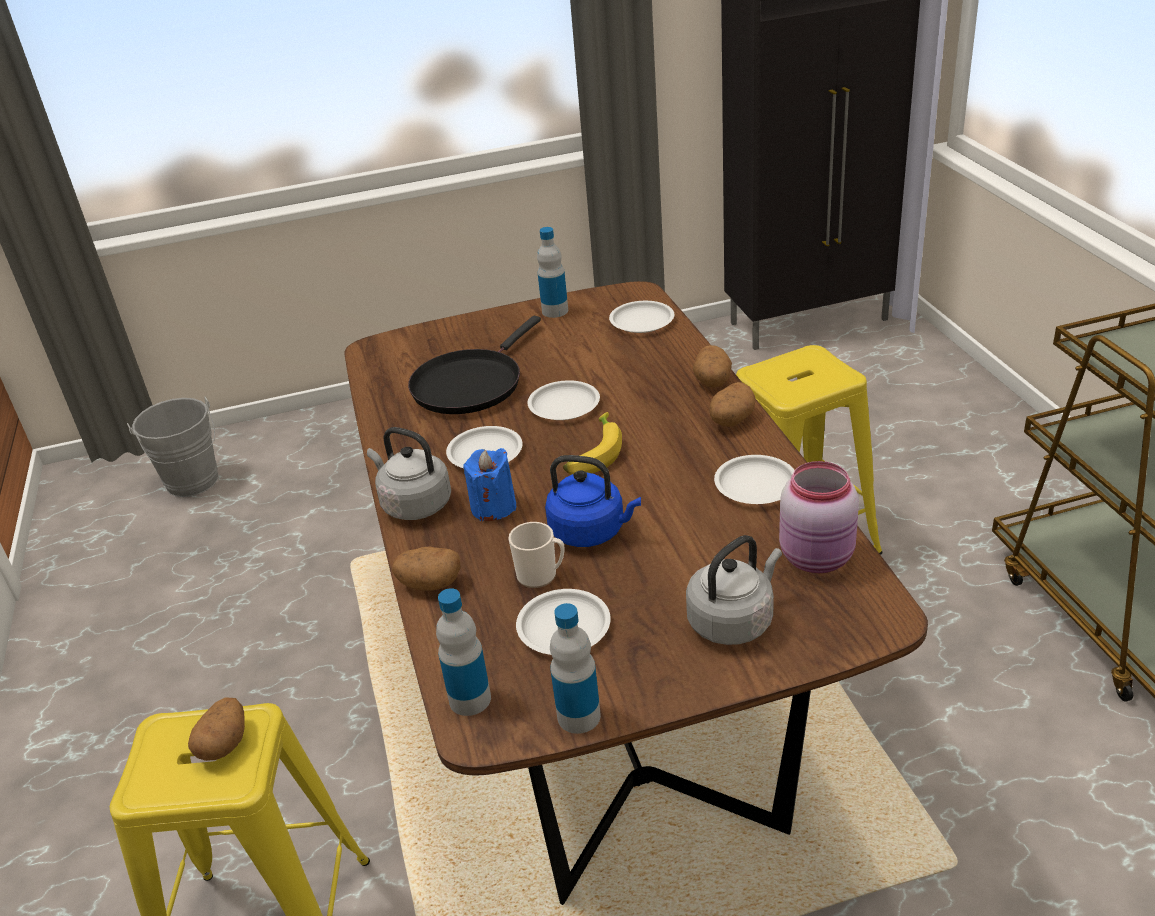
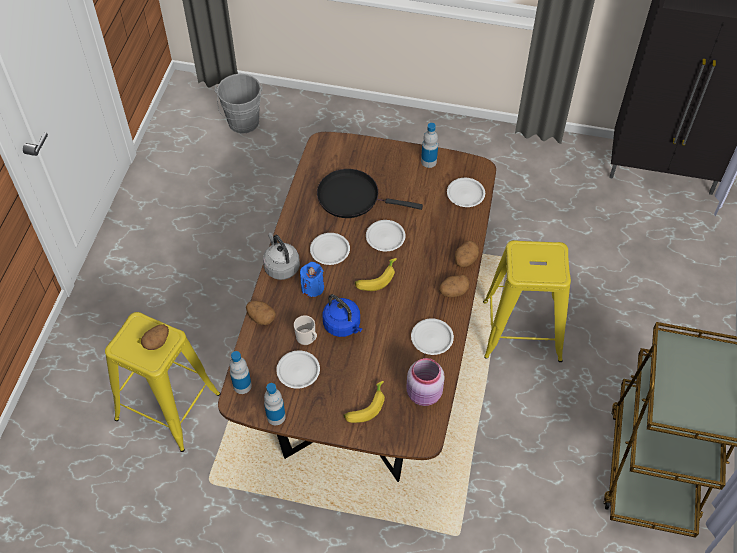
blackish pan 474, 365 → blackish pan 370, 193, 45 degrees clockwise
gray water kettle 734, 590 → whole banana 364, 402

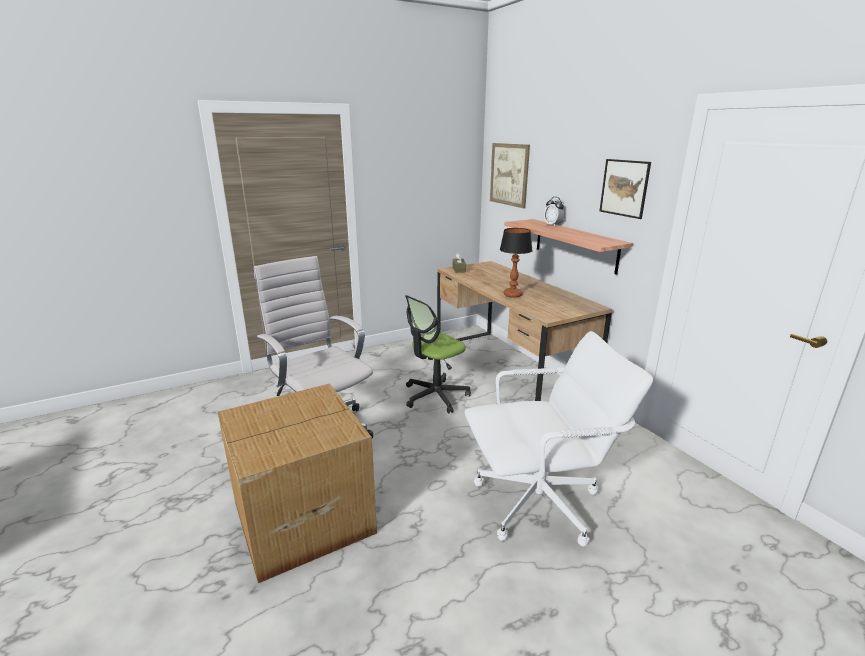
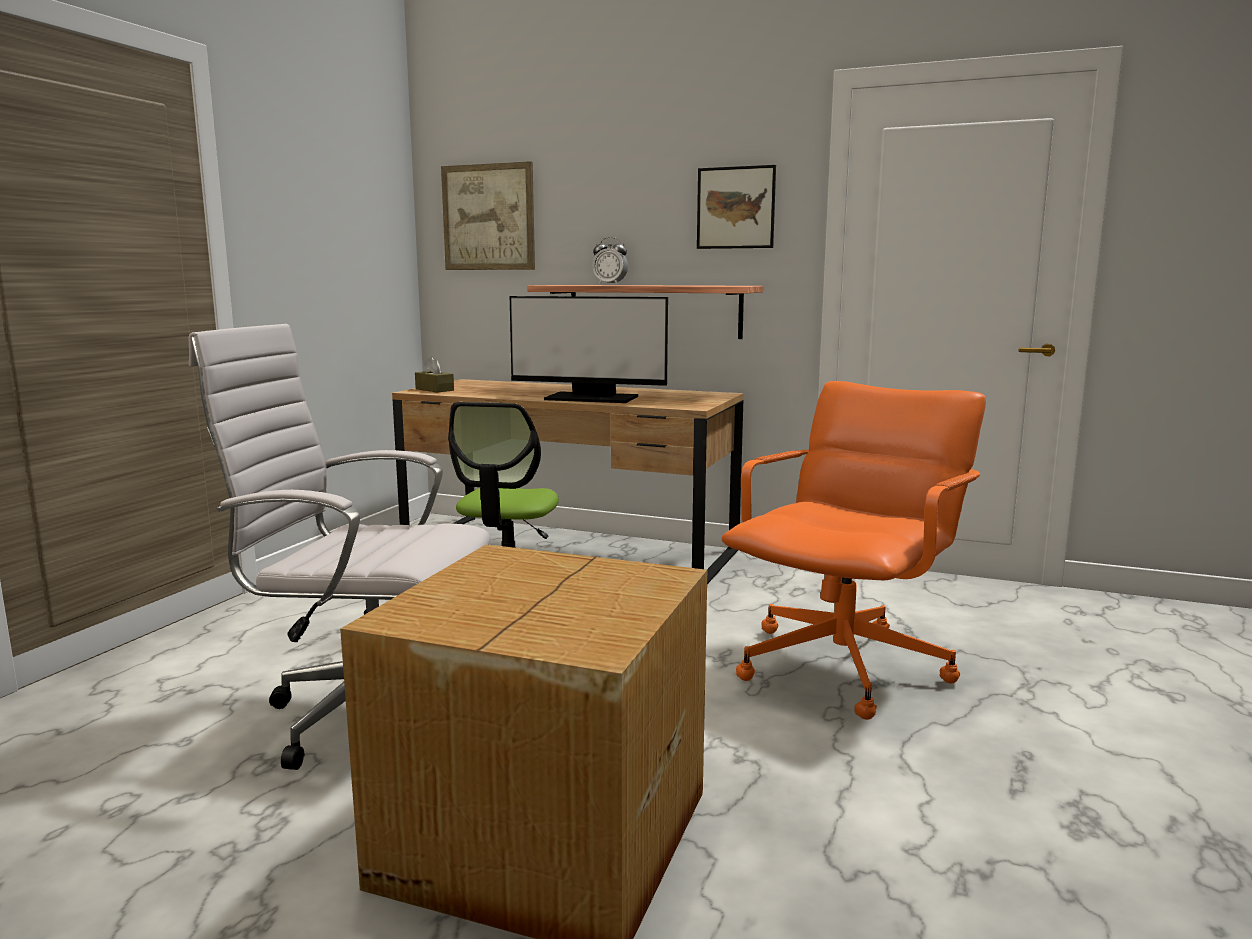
tabletop lamp 516, 263 → computer screen 589, 349
white-coloured office chair 559, 439 → orange-coloured office chair 853, 550

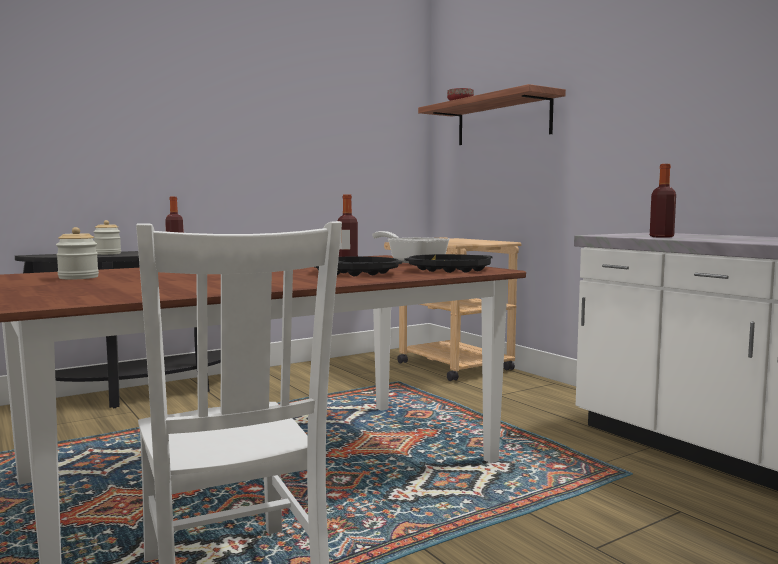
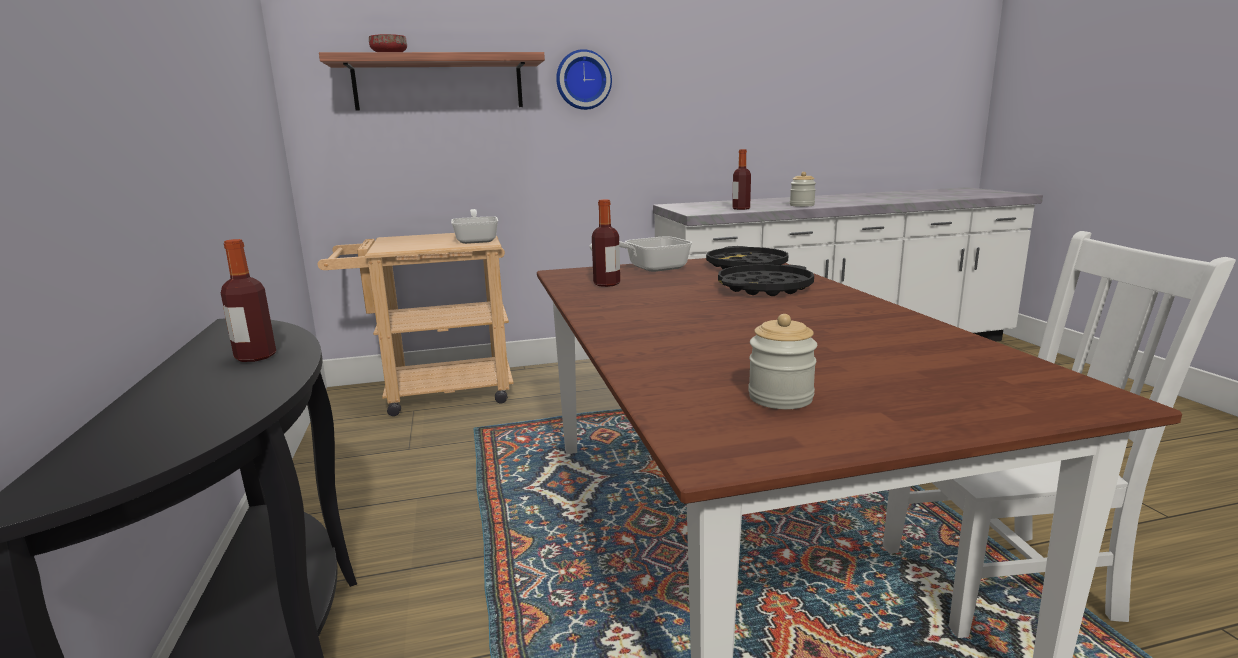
- → pan 474, 226
- → hanging clock 584, 79
preserve jar 107, 237 → preserve jar 803, 189, relocated

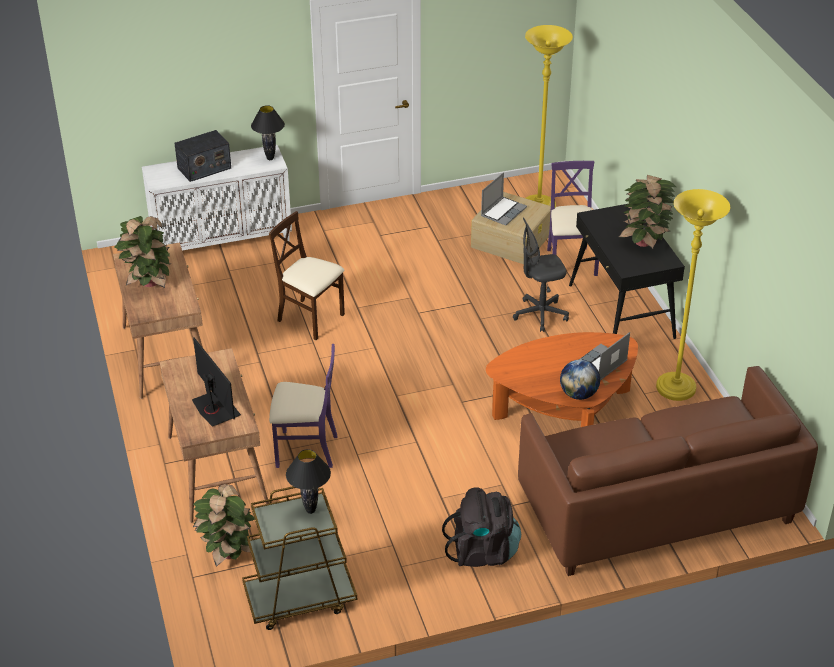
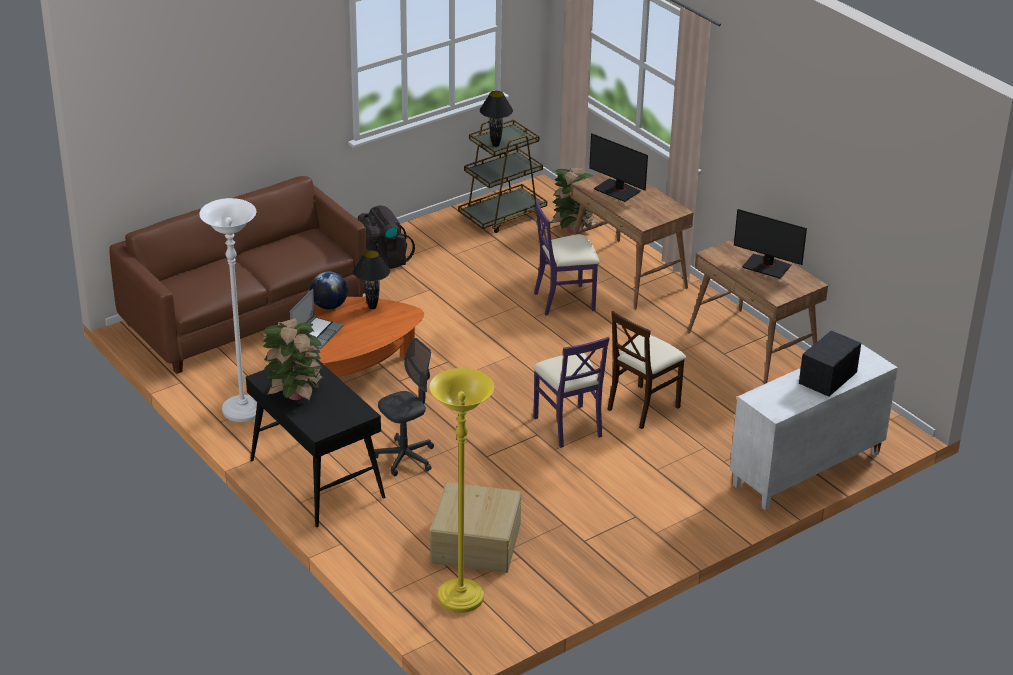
yellow-coloured floor lamp 693, 295 → white-coloured floor lamp 228, 310
blackish tabletop lamp 268, 132 → blackish tabletop lamp 371, 280, relocated
purple upright chair 573, 218 → purple upright chair 571, 392, relocated
sand-coloured upright chair 307, 275 → sand-coloured upright chair 646, 370, 120 degrees clockwise
houseplant 142, 252 → computer screen 770, 244
notebook computer 504, 199 → -

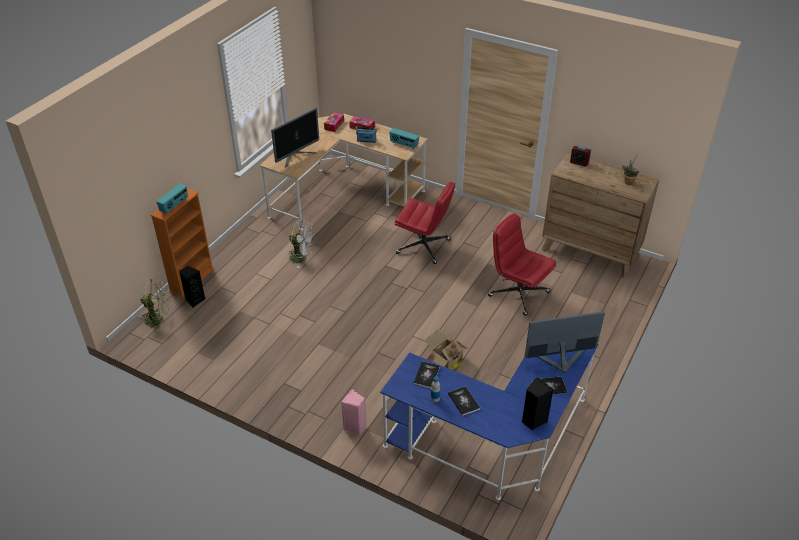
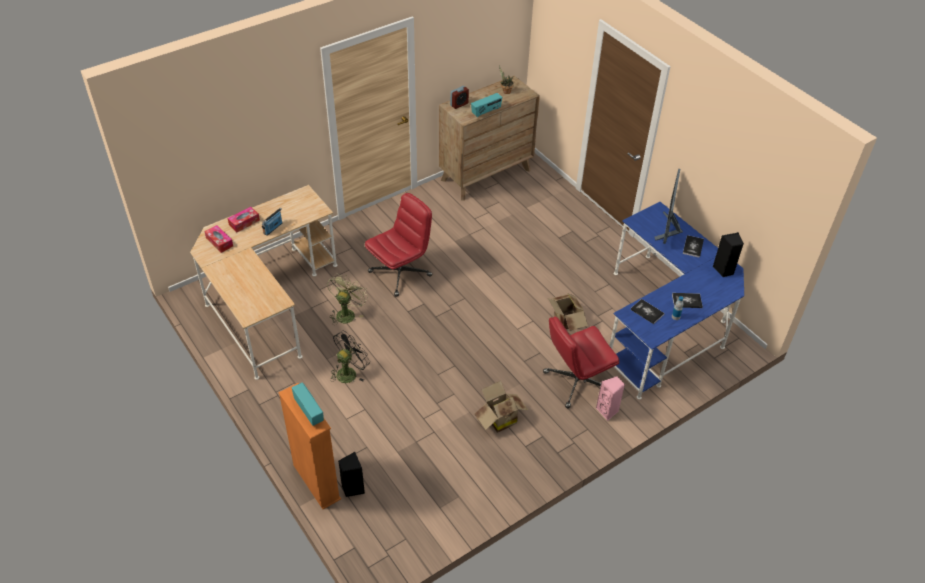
green fan 154, 304 → green fan 347, 299, relocated
white-coloured fan 301, 244 → blackish fan 350, 356
radio receiver 404, 138 → radio receiver 486, 105, relocated
- → packing box 501, 407
red-coloured office chair 522, 265 → red-coloured office chair 581, 362, relocated
computer screen 295, 138 → -

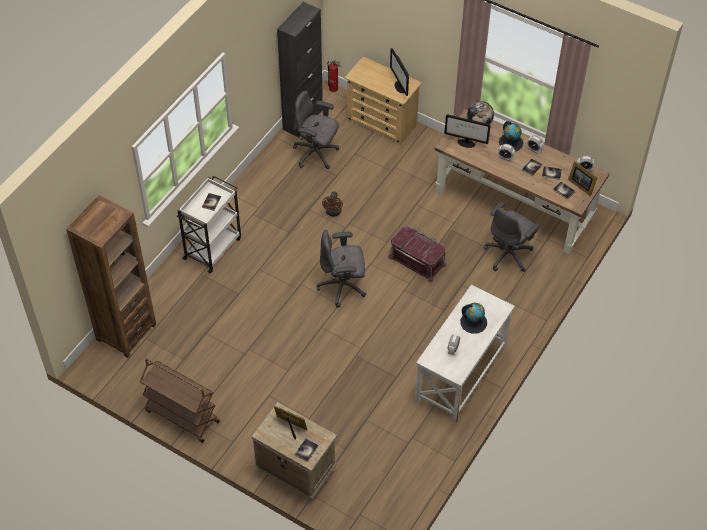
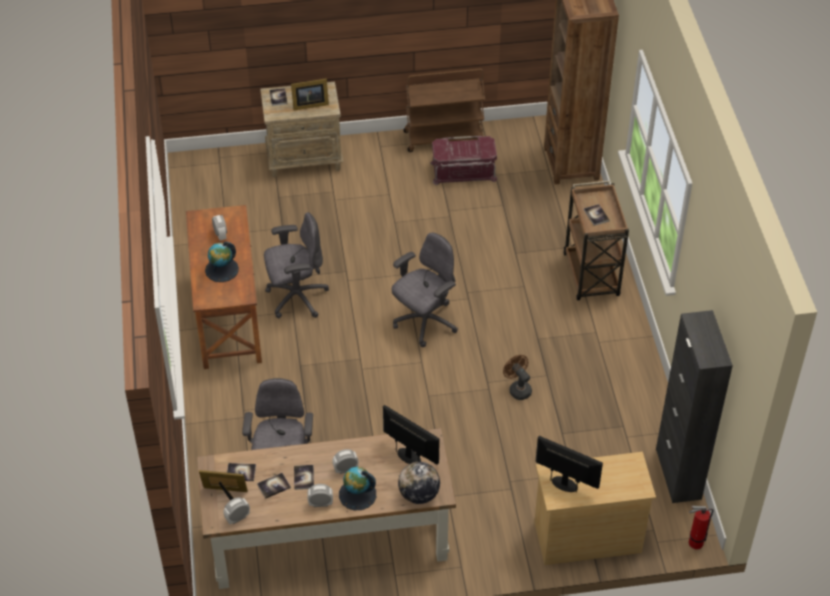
white-coloured desk 465, 354 → brown-coloured desk 224, 287
gray office chair 316, 130 → gray office chair 296, 265, relocated
computer screen 467, 131 → computer screen 411, 435, 60 degrees clockwise
red-coloured storage bin 417, 254 → red-coloured storage bin 464, 160, relocated
white-coloured cart 209, 224 → brown-coloured cart 596, 240

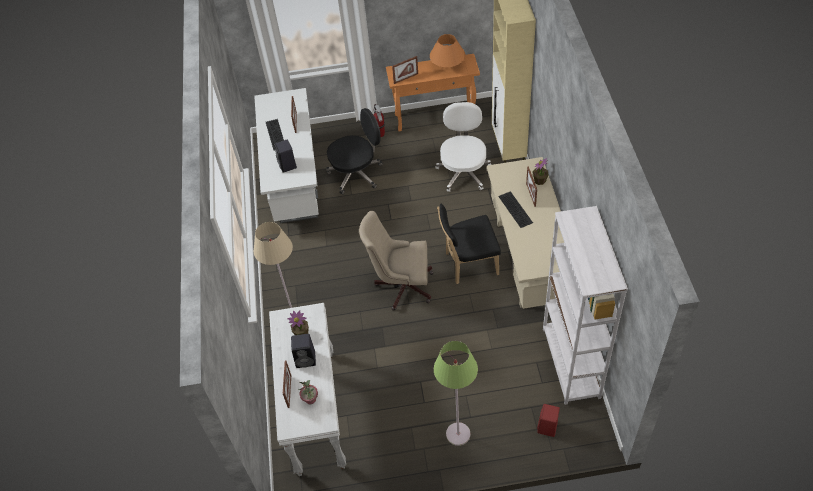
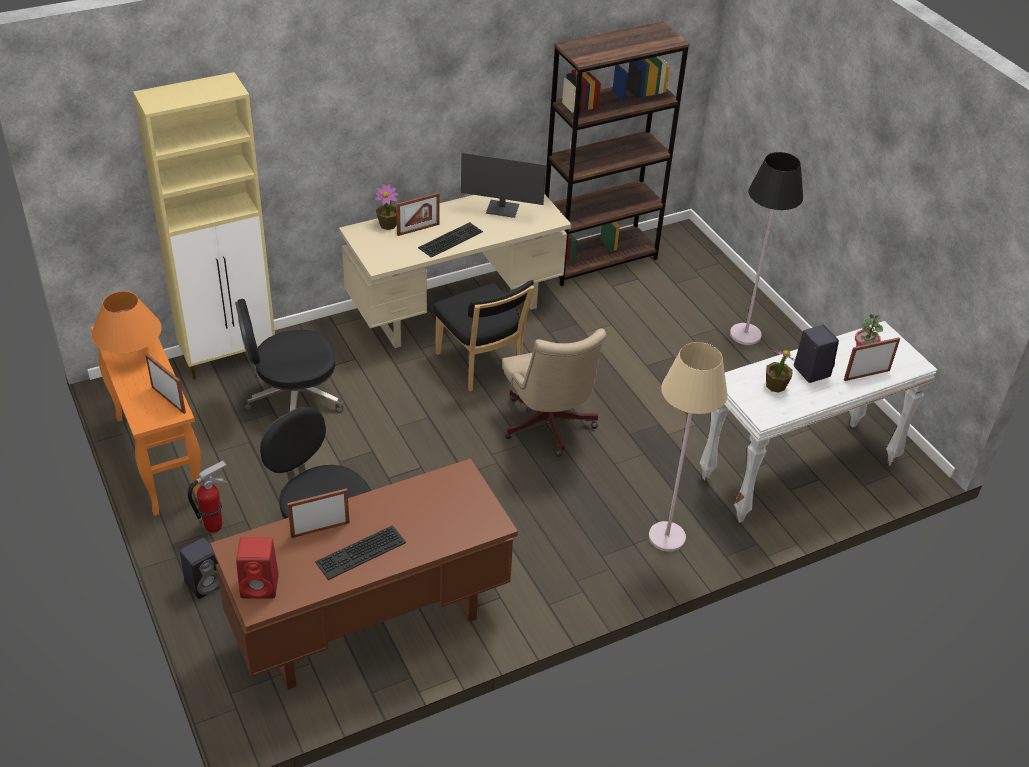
blackish speaker 285, 156 → blackish speaker 200, 568, relocated
white-coloured desk 286, 156 → brown-coloured desk 364, 574
white-coloured office chair 463, 147 → blackish office chair 289, 356
red-coloured speaker 548, 420 → red-coloured speaker 257, 568, relocated
- → computer screen 503, 185
white-coloured shelving unit 585, 305 → brown-coloured shelving unit 617, 153
green floor lamp 456, 393 → blackish floor lamp 766, 248

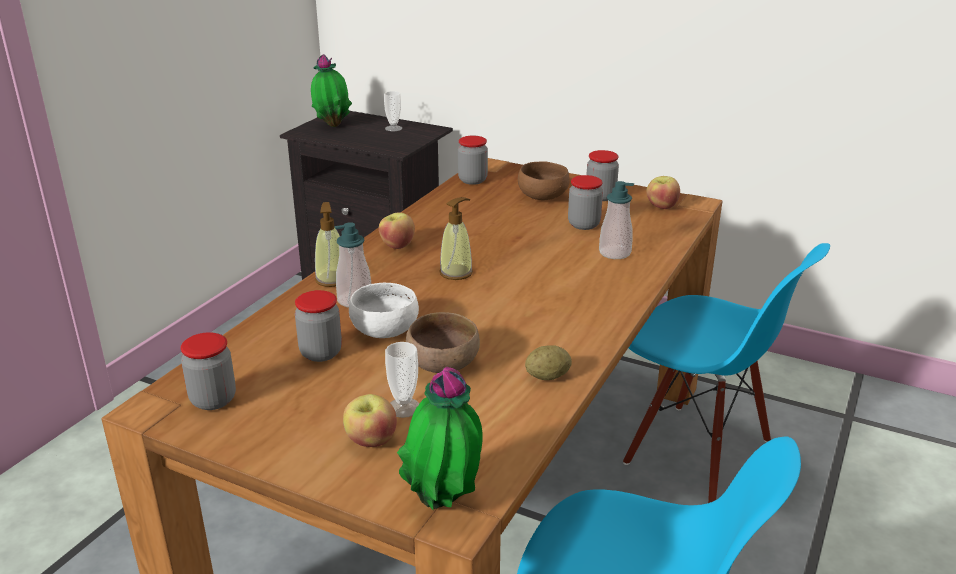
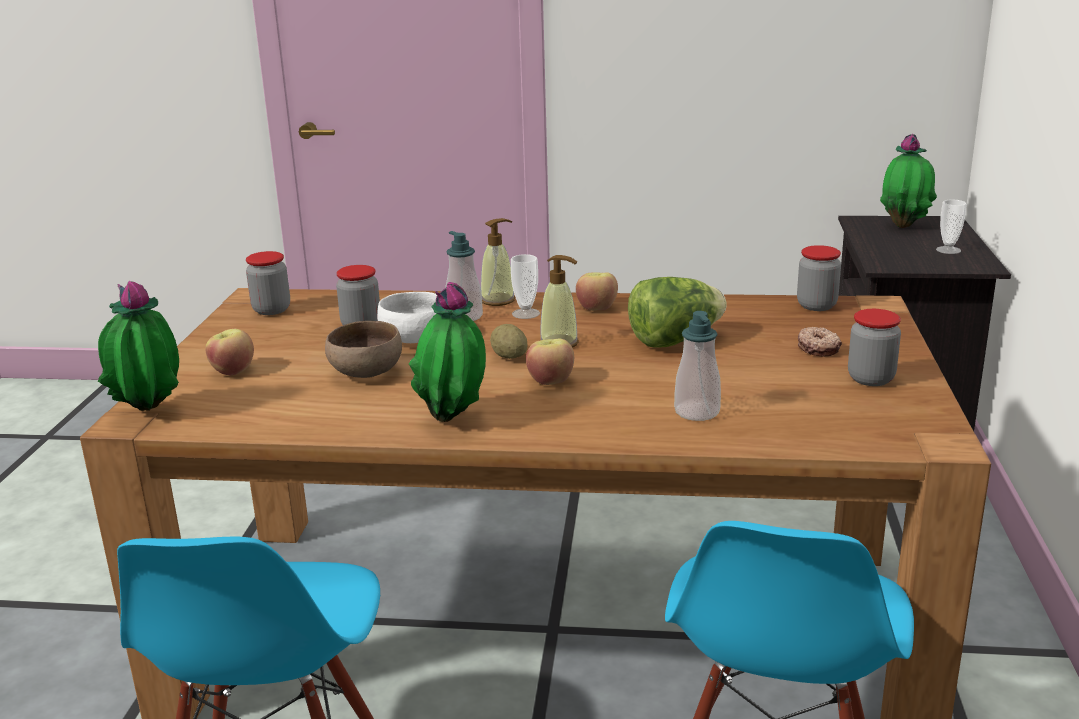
- → houseplant 447, 352
potato 548, 362 → potato 509, 341, relocated
small cup 402, 380 → small cup 525, 286, relocated
apple fruit 663, 192 → apple fruit 550, 362, relocated
- → head of lettuce 677, 312
brown-coloured serving bowl 544, 180 → ring doughnut 820, 342
preserve jar 585, 202 → -

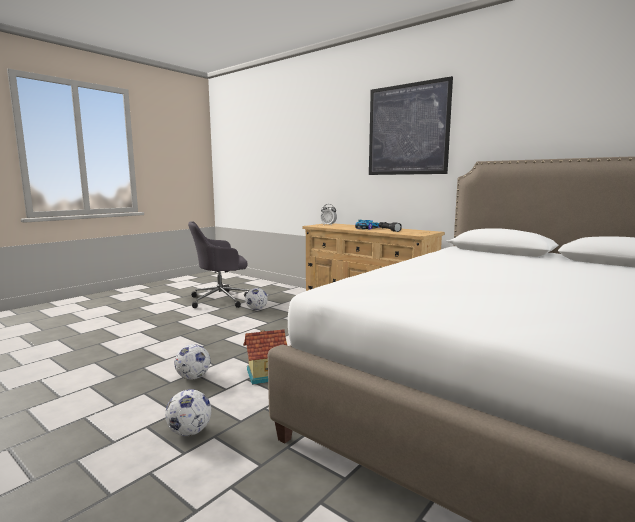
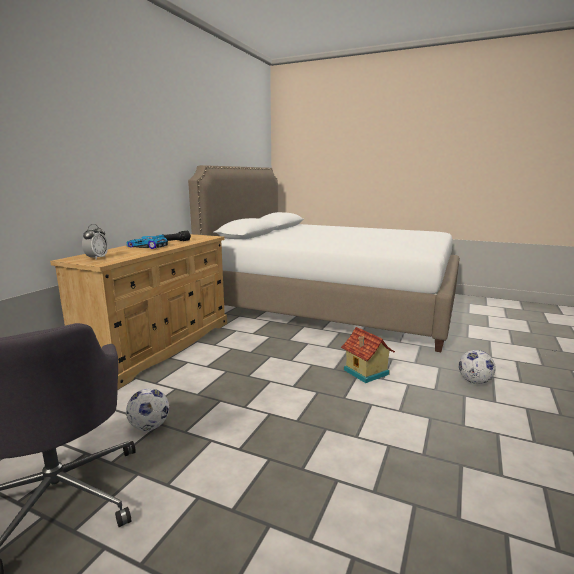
football ball 192, 362 → -
picture 411, 125 → -

